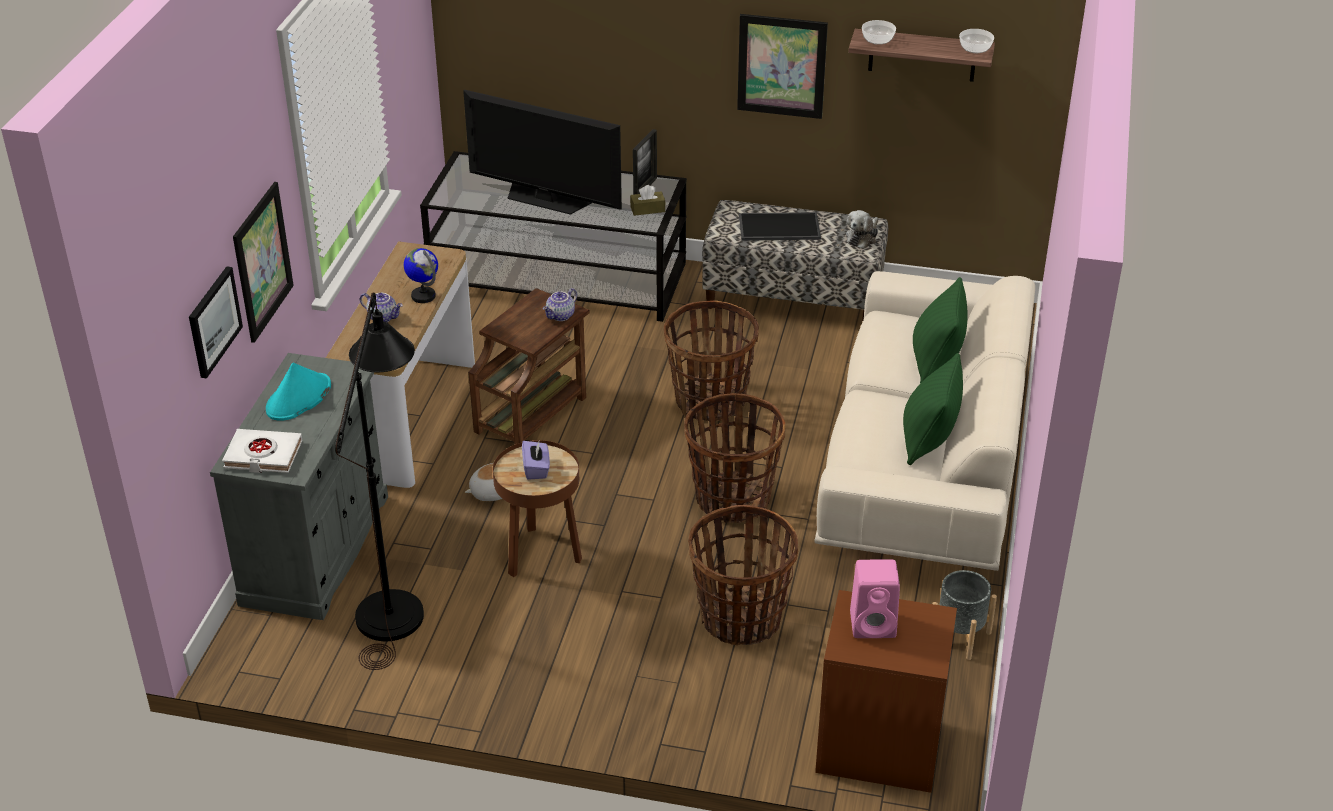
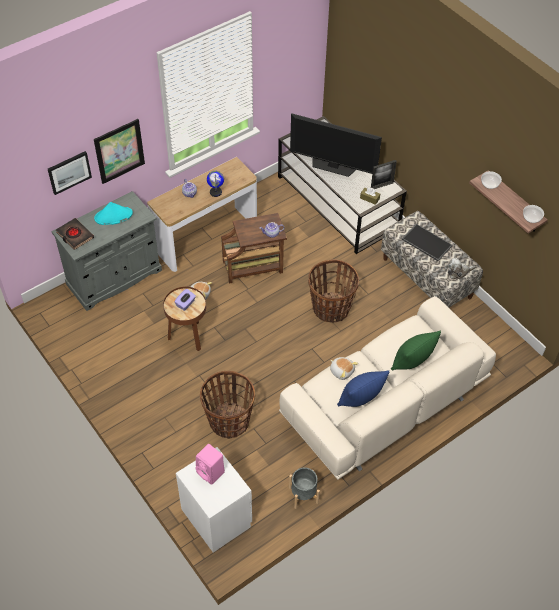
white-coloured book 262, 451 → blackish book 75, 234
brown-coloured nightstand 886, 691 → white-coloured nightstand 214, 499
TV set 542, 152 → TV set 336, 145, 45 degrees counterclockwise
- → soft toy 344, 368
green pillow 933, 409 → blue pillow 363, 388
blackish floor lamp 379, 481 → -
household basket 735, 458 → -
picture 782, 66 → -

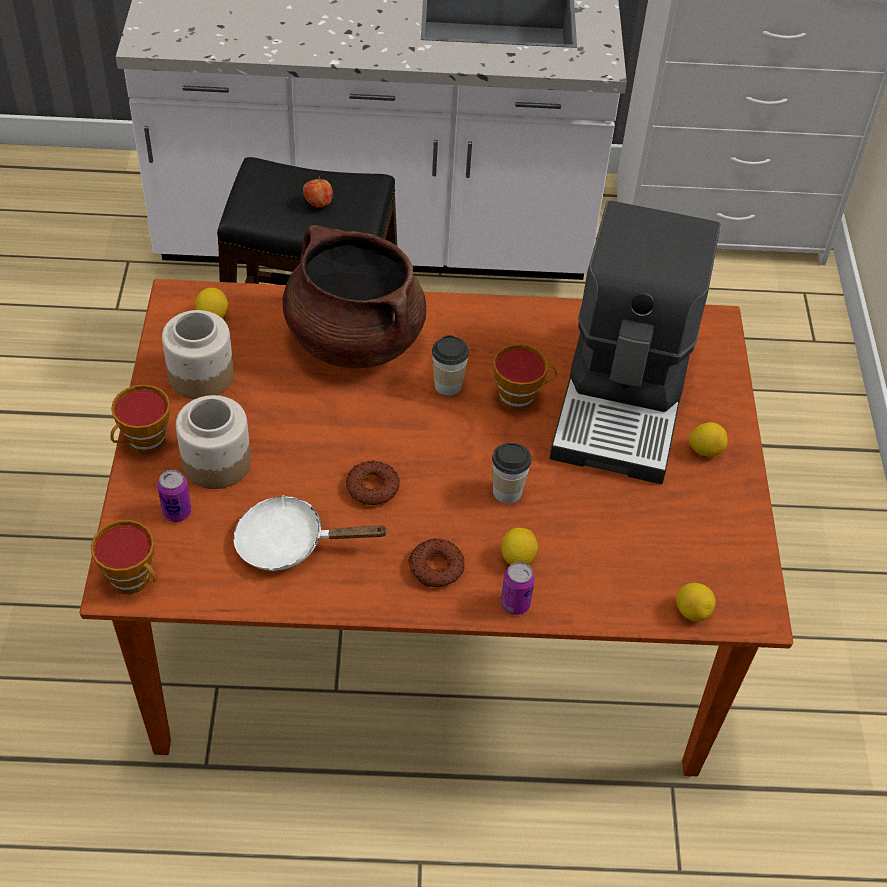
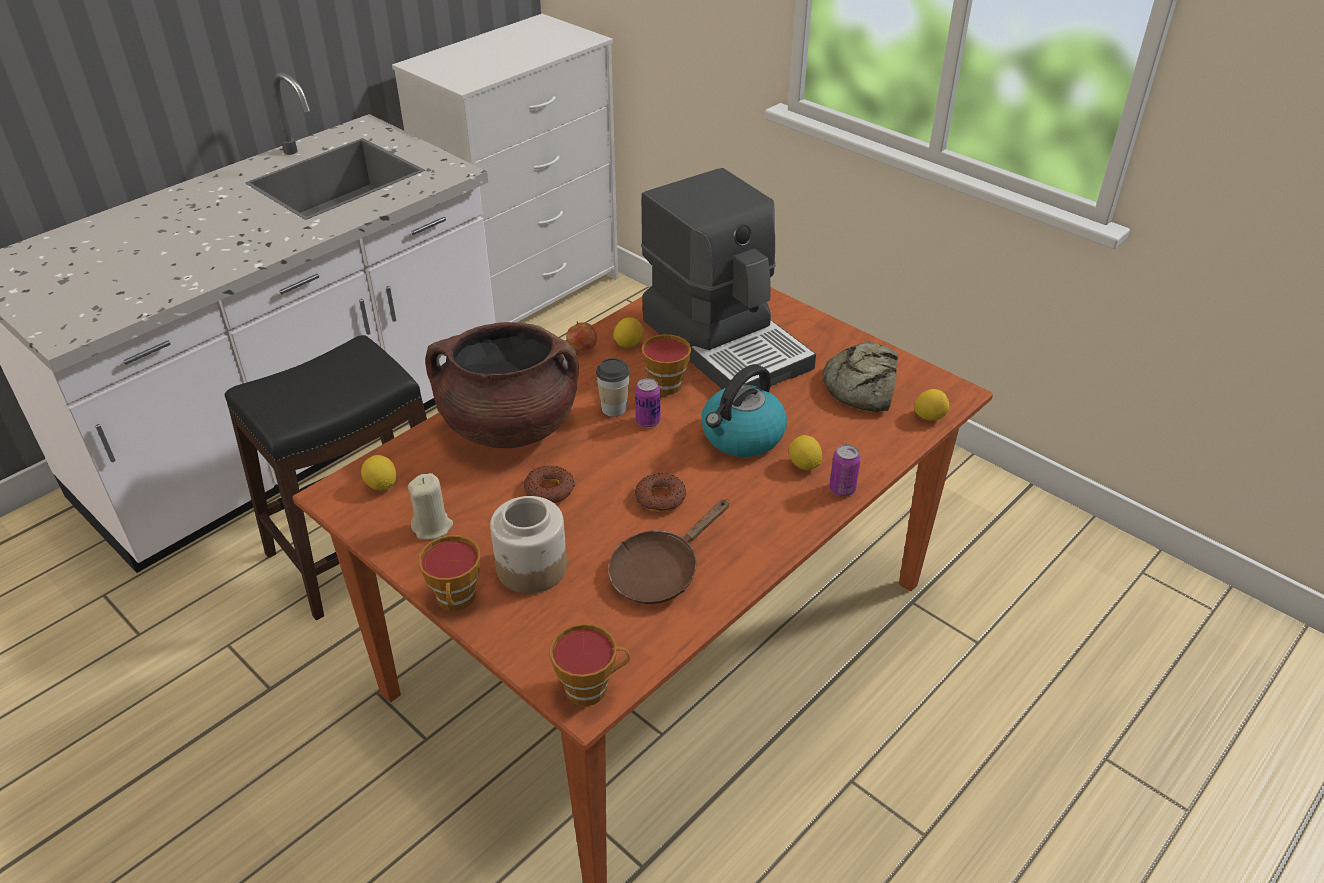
preserve jar 198, 354 → sand-coloured candle 430, 506
ring doughnut 436, 562 → ring doughnut 549, 484, relocated
apple fruit 318, 192 → apple fruit 582, 336, relocated
white-coloured pan 311, 533 → brown-coloured pan 669, 551
lemon 708, 439 → lemon 628, 332, relocated
can 174, 496 → can 647, 402, relocated
small cup 511, 473 → water kettle 744, 410
- → bakery bread 860, 376

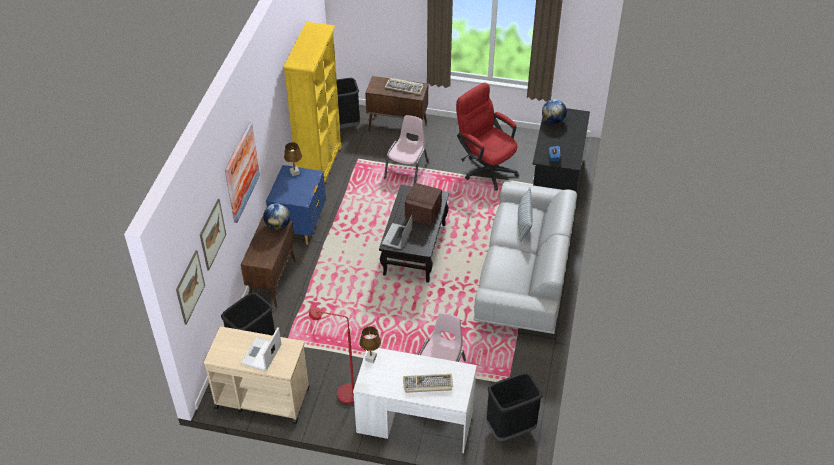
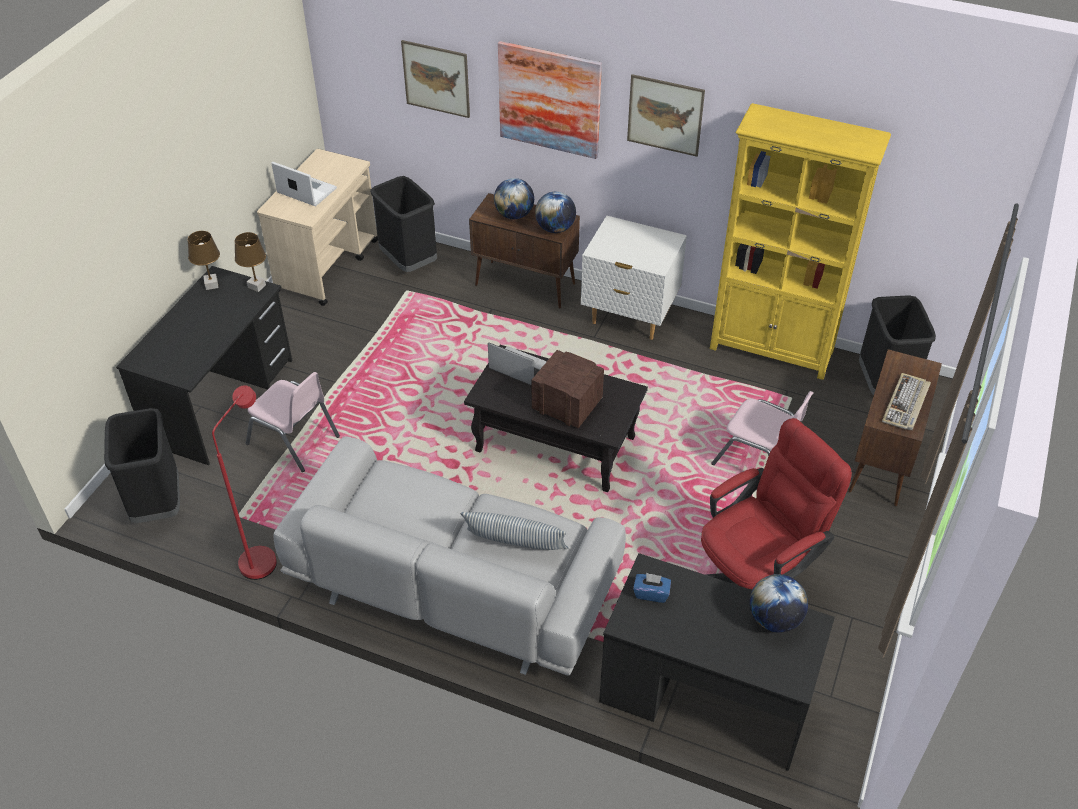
white-coloured desk 415, 400 → blackish desk 204, 365
brown-coloured tabletop lamp 293, 159 → brown-coloured tabletop lamp 204, 260, relocated
red-coloured floor lamp 332, 355 → red-coloured floor lamp 244, 482, relocated
- → world globe 514, 198
blue nightstand 296, 205 → white-coloured nightstand 634, 278
picture 190, 287 → picture 666, 115, relocated
keyboard 428, 383 → -

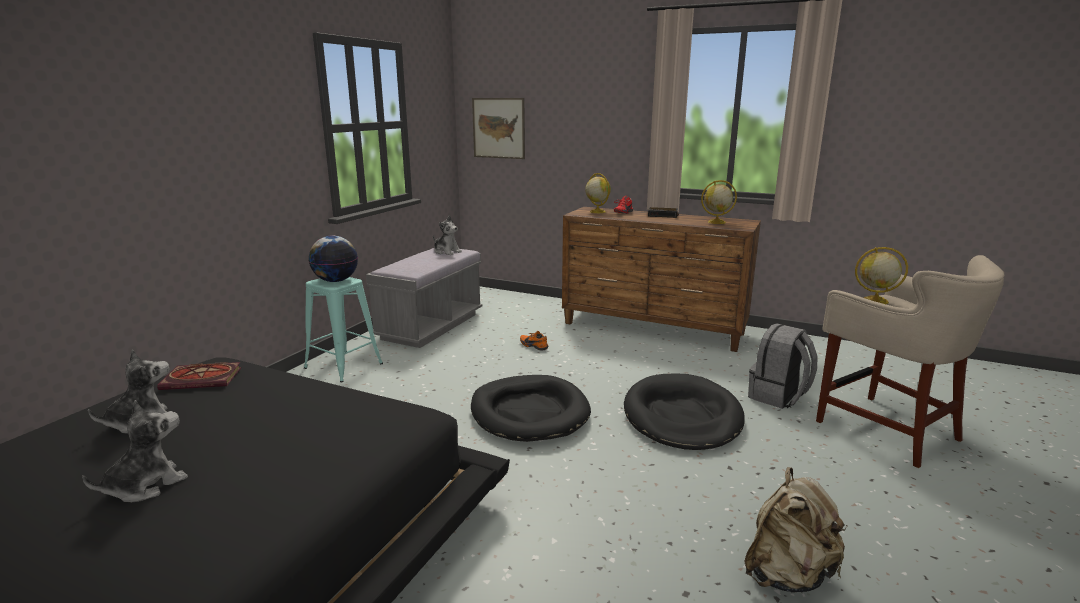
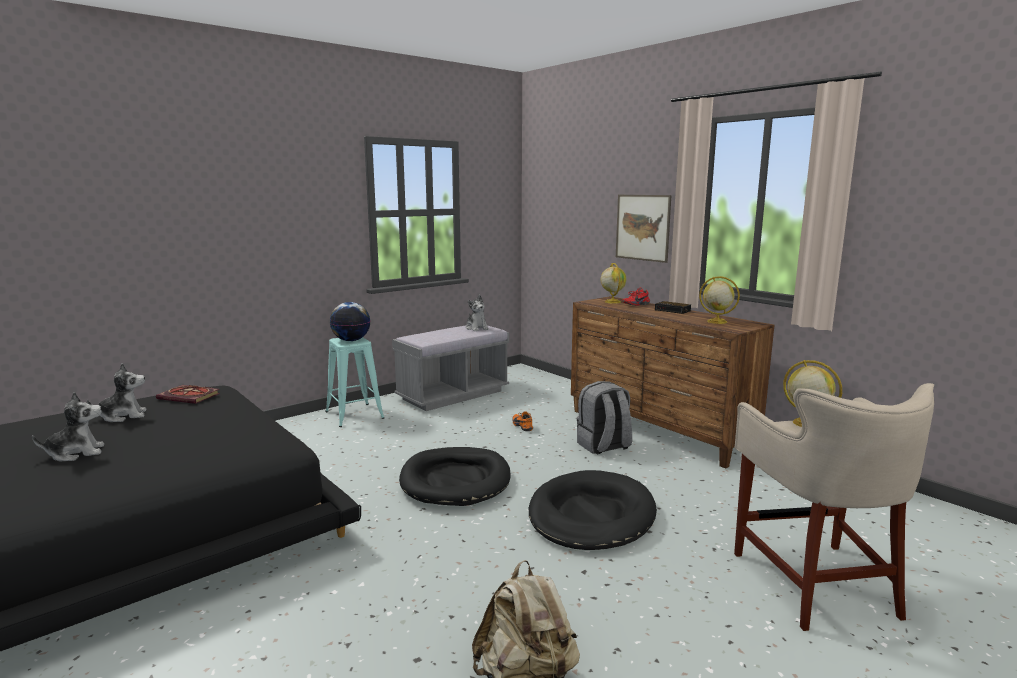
gray backpack 783, 366 → gray backpack 604, 417, relocated
picture 498, 128 → picture 643, 229, relocated

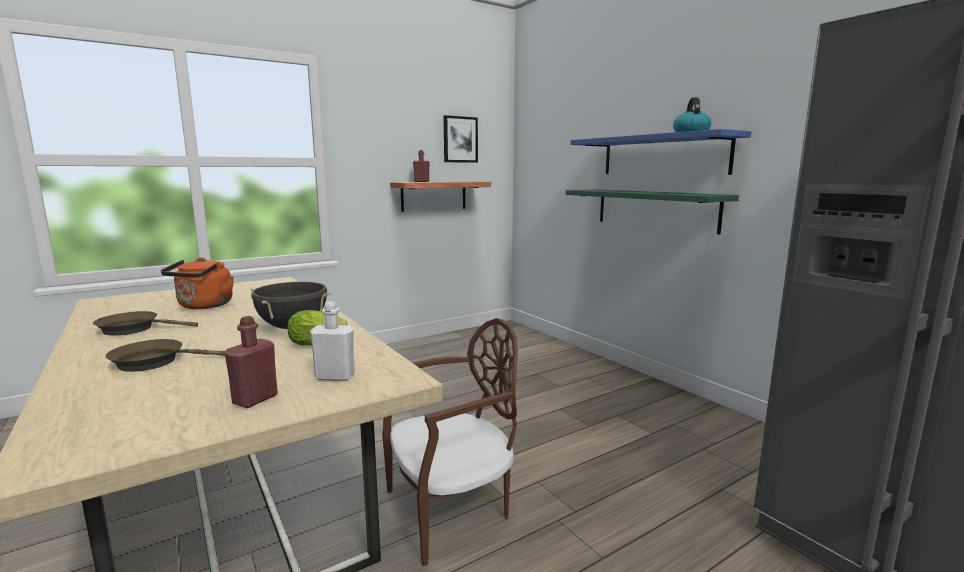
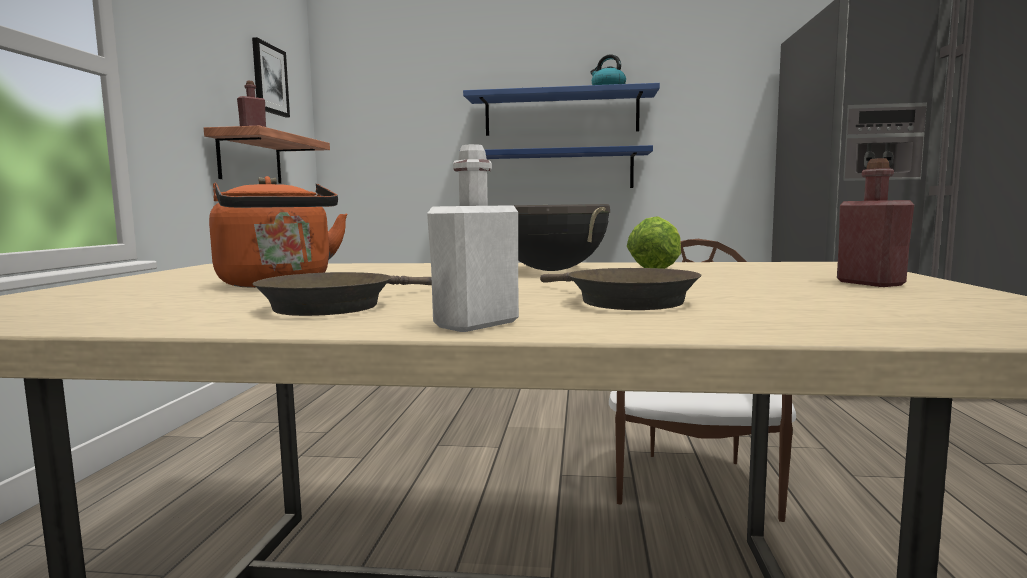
white-coloured drink bottle 332, 341 → white-coloured drink bottle 473, 238, relocated
green wall shelf 652, 212 → blue wall shelf 556, 166
brown-coloured pan 165, 355 → brown-coloured pan 620, 289, 60 degrees counterclockwise

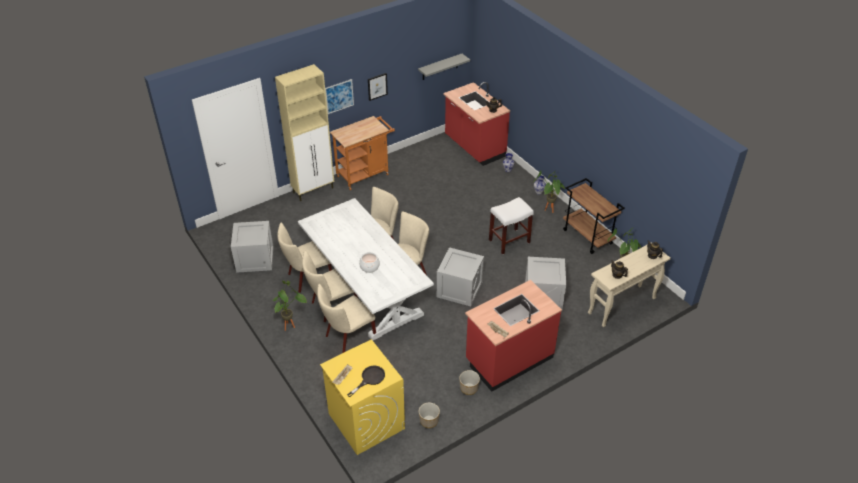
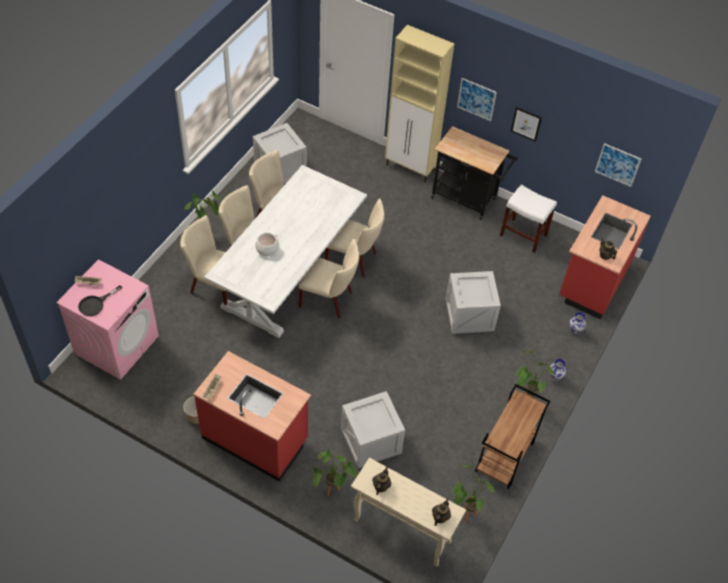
yellow-coloured washing machine 362, 397 → pinkish washing machine 107, 319
blackish pan 366, 381 → blackish pan 100, 300, 120 degrees clockwise
- → houseplant 335, 473
orange-coloured cart 362, 153 → blackish cart 474, 173
crate 460, 276 → crate 473, 302, relocated
white-coloured stool seat 511, 225 → white-coloured stool seat 528, 219, relocated
gray wall shelf 444, 67 → picture 618, 165
planter 429, 415 → -

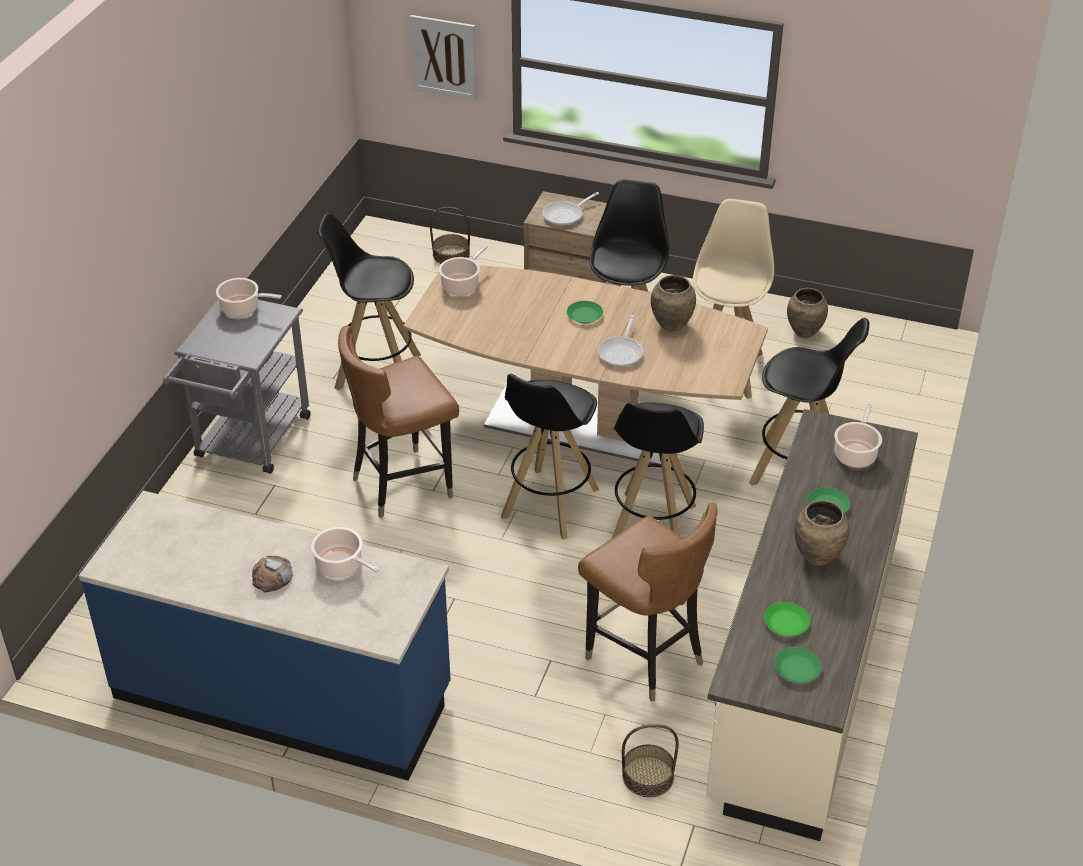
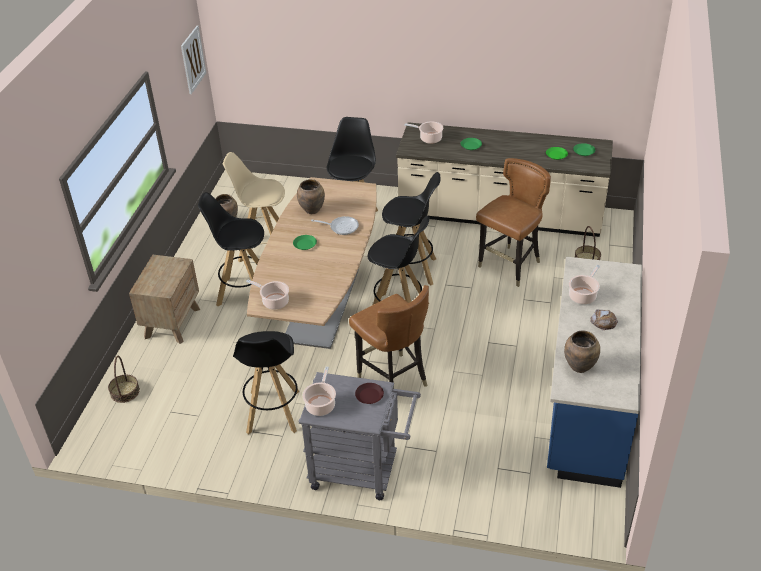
picture 443, 57 → picture 193, 59, relocated
- → brown-coloured dinner plate 369, 393
brown-coloured vase 821, 533 → brown-coloured vase 582, 351, relocated
pan 570, 209 → -

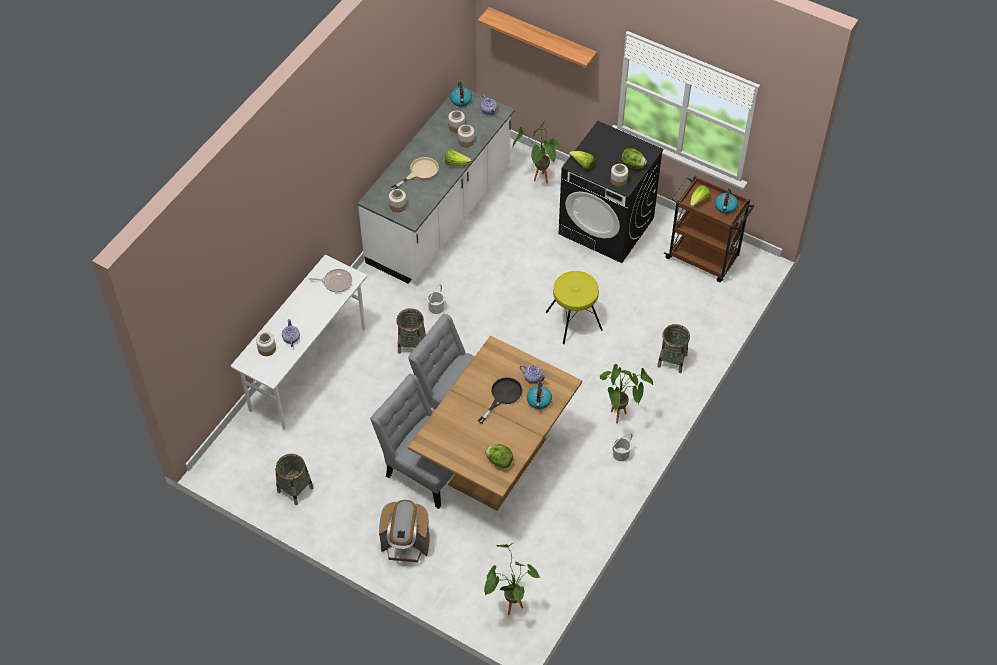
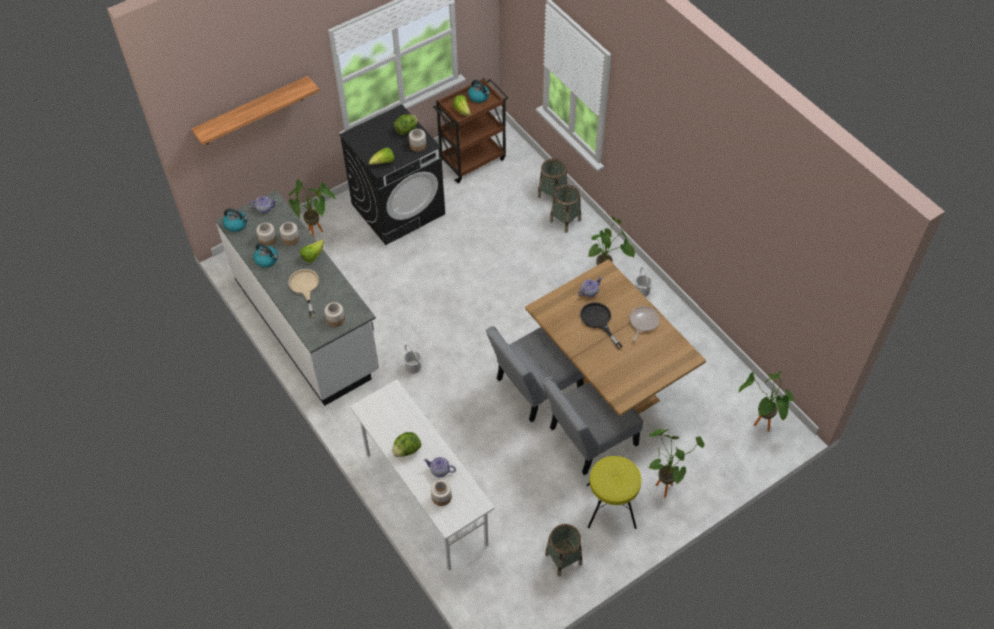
water kettle 539, 395 → water kettle 266, 255, relocated
head of lettuce 499, 456 → head of lettuce 406, 444, relocated
household basket 411, 331 → household basket 552, 178, relocated
yellow-coloured stool seat 574, 307 → yellow-coloured stool seat 613, 492, relocated
pan 330, 280 → pan 645, 323, relocated
coffee brewer 404, 531 → houseplant 676, 463

